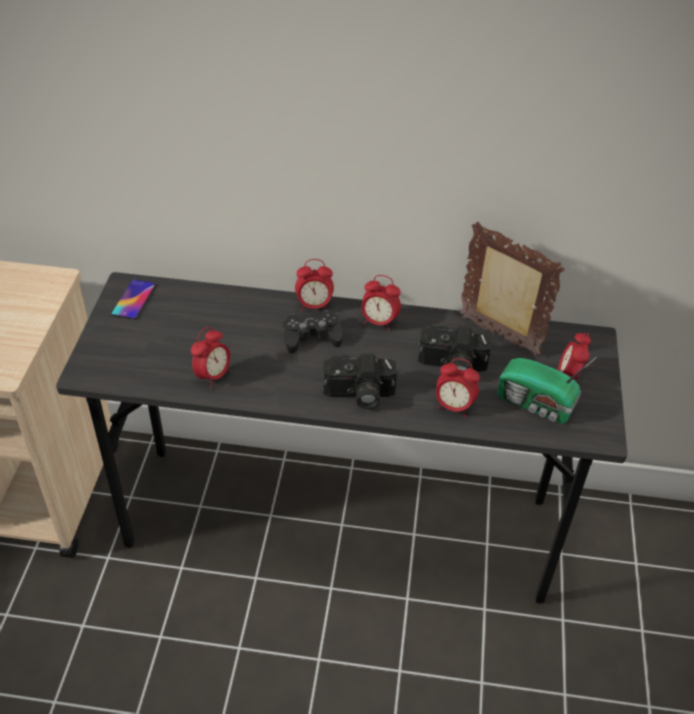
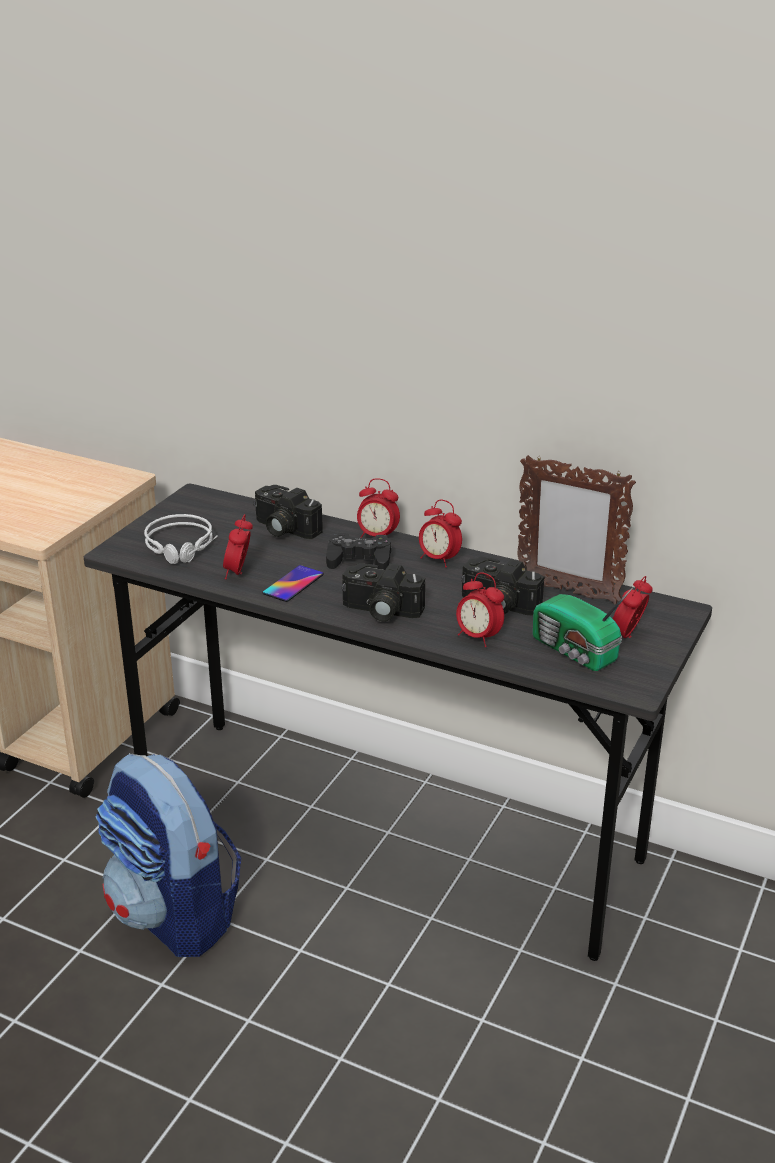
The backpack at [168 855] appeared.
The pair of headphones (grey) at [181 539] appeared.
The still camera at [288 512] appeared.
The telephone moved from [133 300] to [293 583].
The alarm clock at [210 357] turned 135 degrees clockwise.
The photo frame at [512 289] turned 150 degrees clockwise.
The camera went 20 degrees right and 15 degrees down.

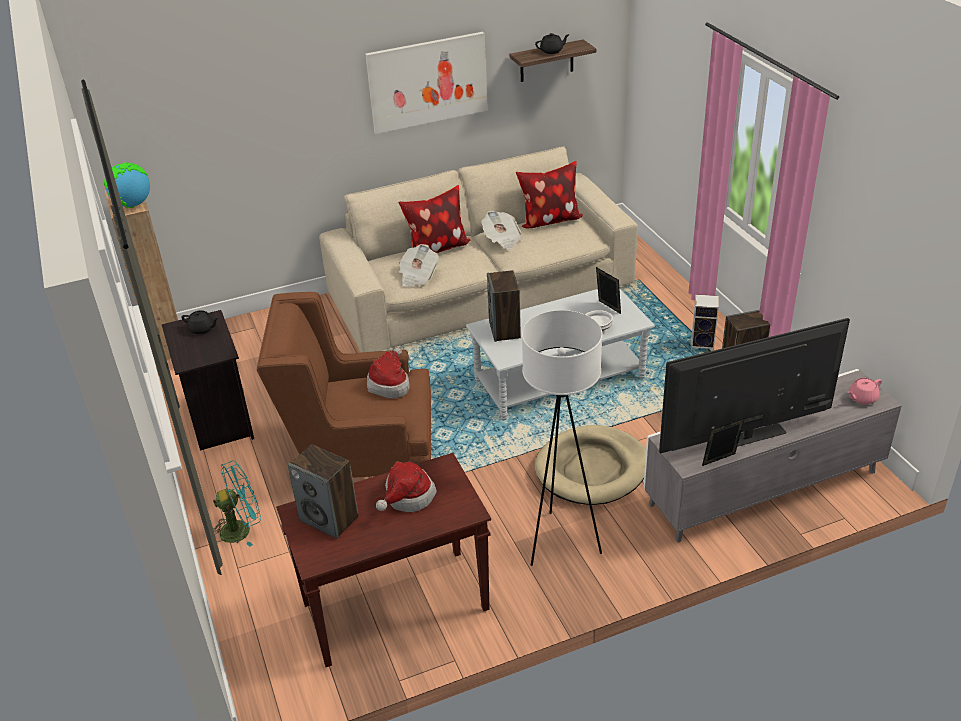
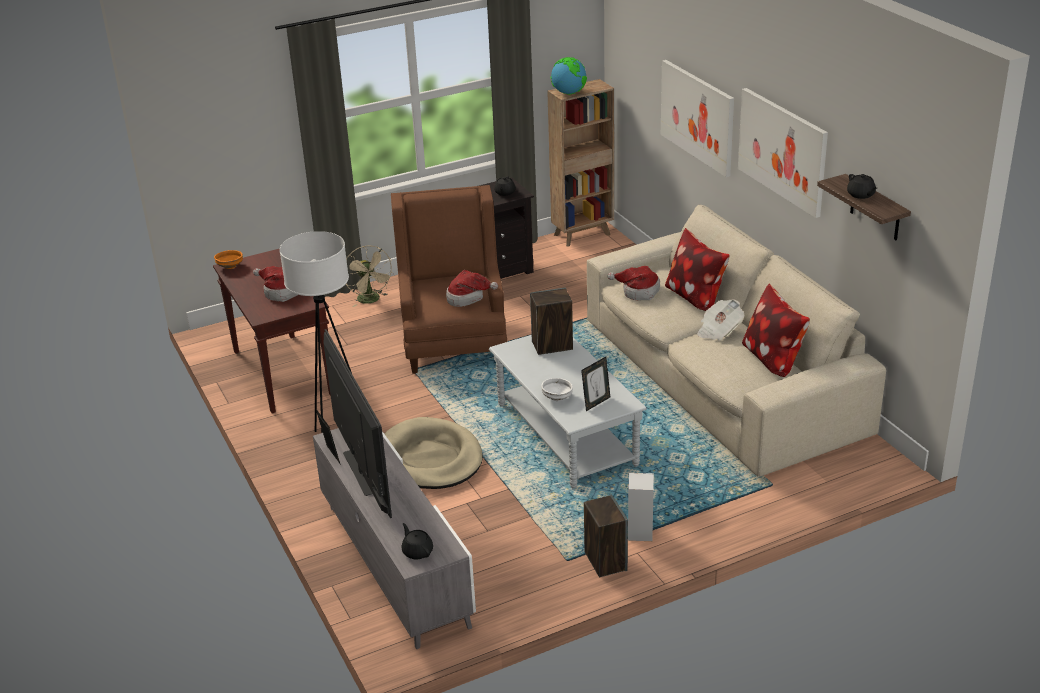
The loudspeaker at [323 491] disappeared.
The bowl (orange) at [228 259] appeared.
The wall picture at [697 118] appeared.
The newspaper at [419 265] was replaced by the wearable hat at [634 283].
The fan (turquoise) at [237 503] became the fan (beige) at [370 276].
The tea pot (pinkish) at [864 391] became the tea pot (blackish) at [417 541].
The camera went 85 degrees right and 5 degrees down.

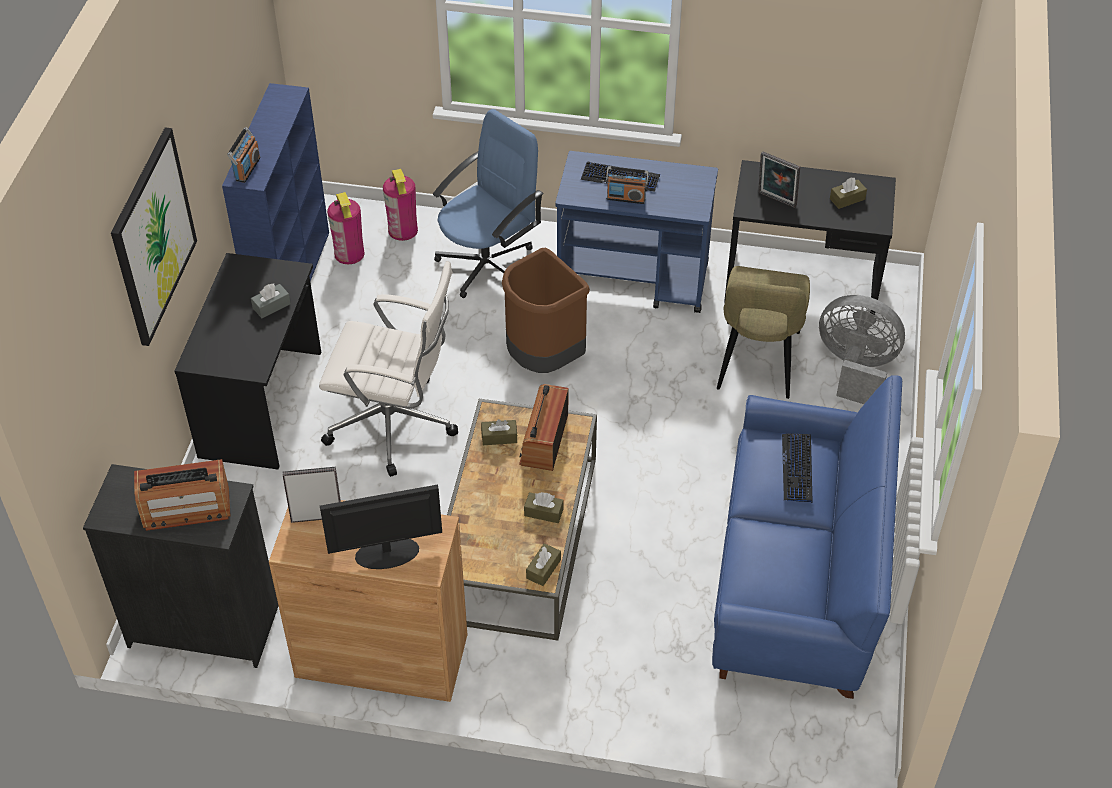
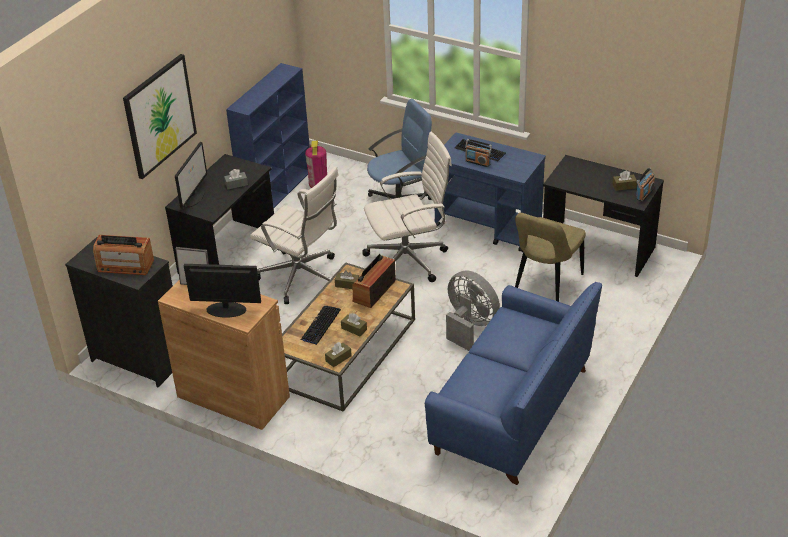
The fire-fighting cylinder at [400 205] disappeared.
The photo frame at [779 179] disappeared.
The computer screen at [191 175] appeared.
The radio receiver moved from [244 155] to [645 185].
The PC keyboard moved from [797 468] to [321 325].
The fan (grey) moved from [862 349] to [473 310].
The trash can (brownish) at [546 310] was replaced by the computer chair (whitish) at [407 207].
The camera went 20 degrees right and 10 degrees down.

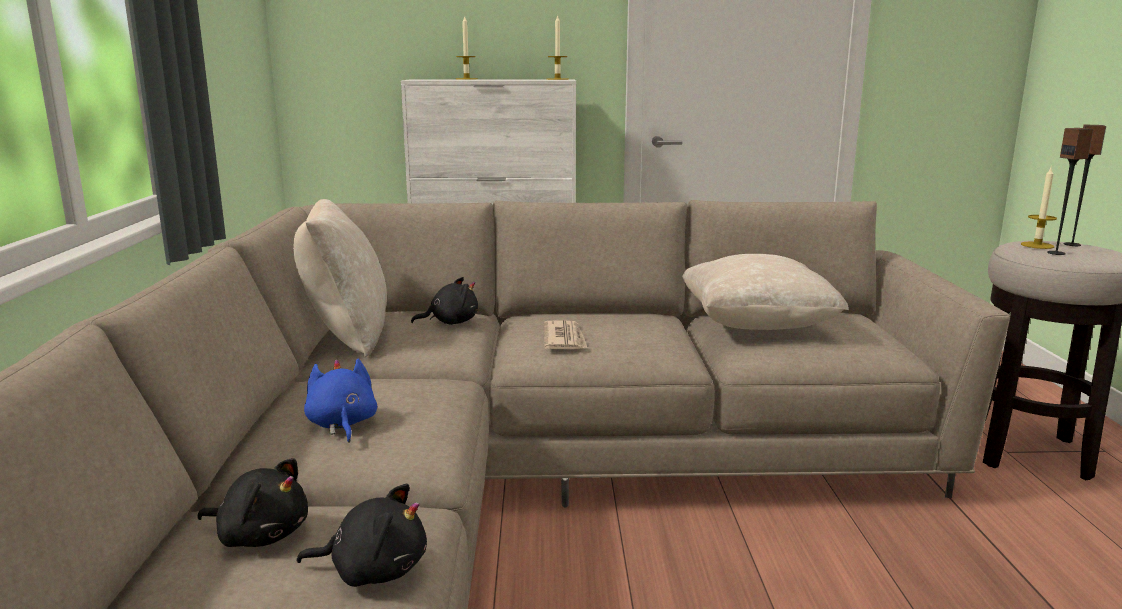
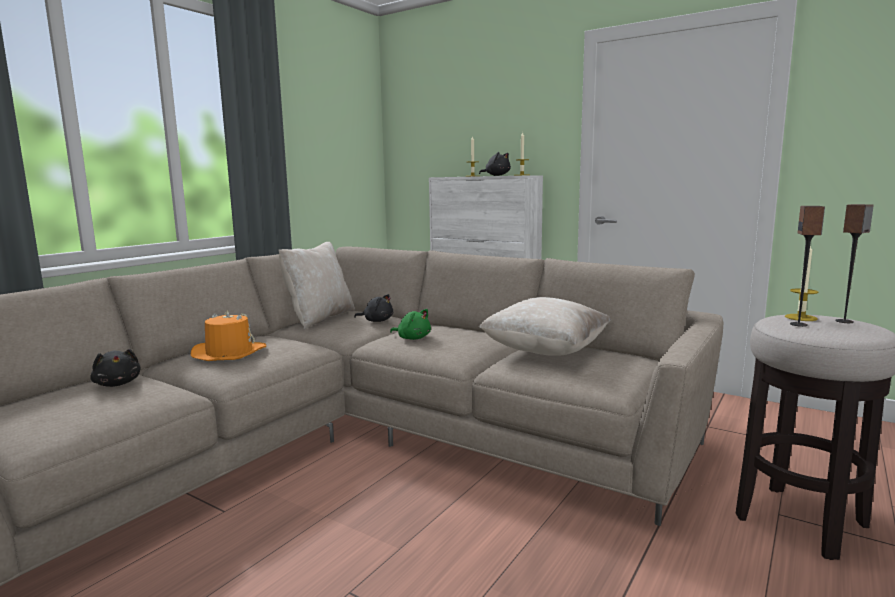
The plush toy (blackish) moved from [362 535] to [495 164].
The plush toy (bluish) at [340 401] was replaced by the wearable hat (orange) at [228 335].
The newspaper at [565 334] was replaced by the plush toy (greenish) at [410 324].
The camera went 35 degrees right and 5 degrees down.

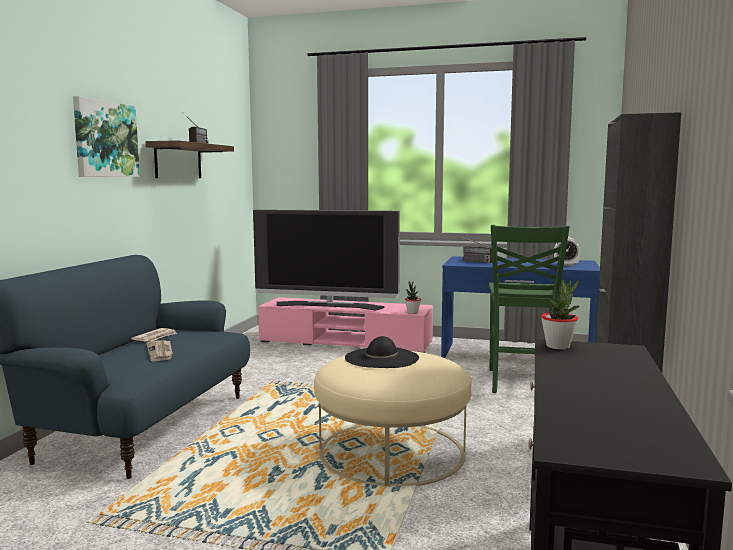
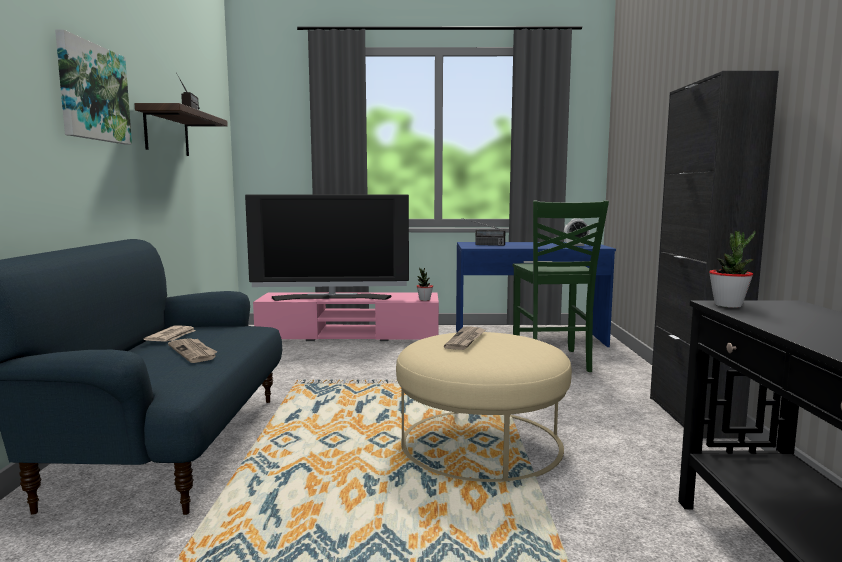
The wearable hat (blackish) at [382 352] was replaced by the newspaper at [464 338].
The camera went 15 degrees left and 0 degrees up.

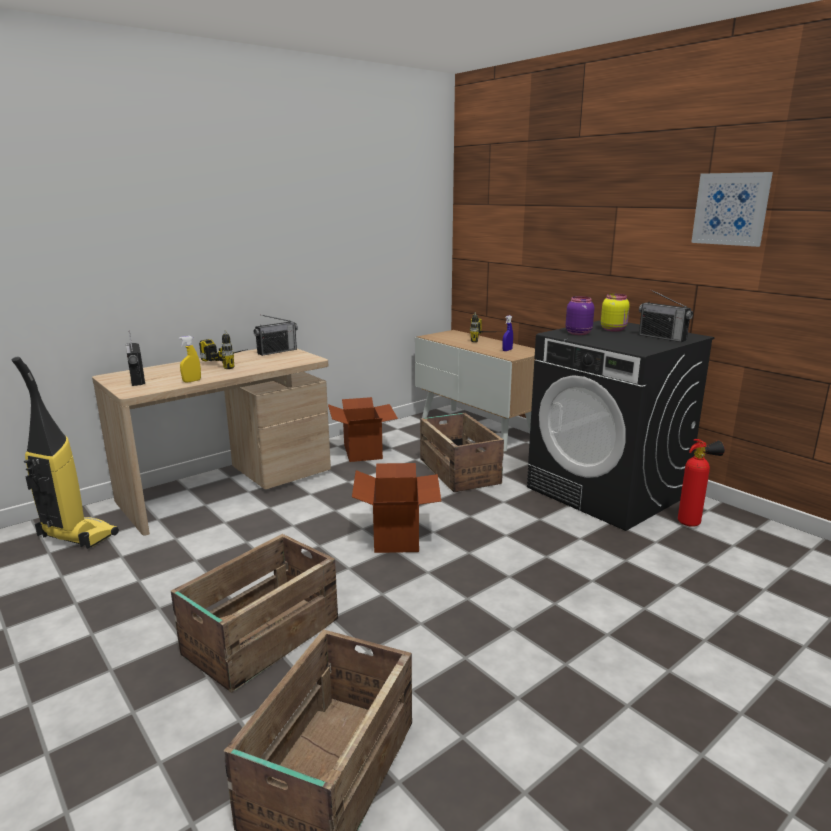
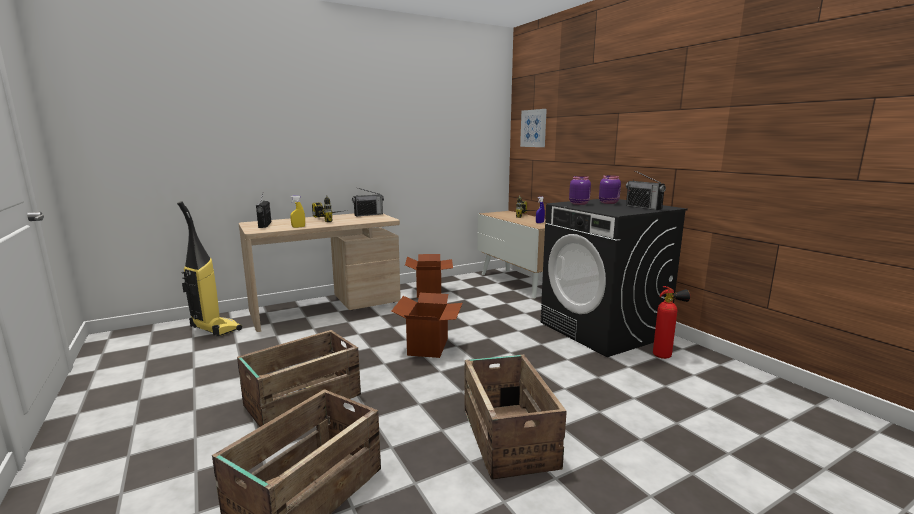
The packing crate moved from [462 452] to [515 417].
The wall picture moved from [732 209] to [533 128].
The jar (yellow) at [615 313] became the jar (purple-coloured) at [610 189].
The camera went 10 degrees right and 5 degrees down.

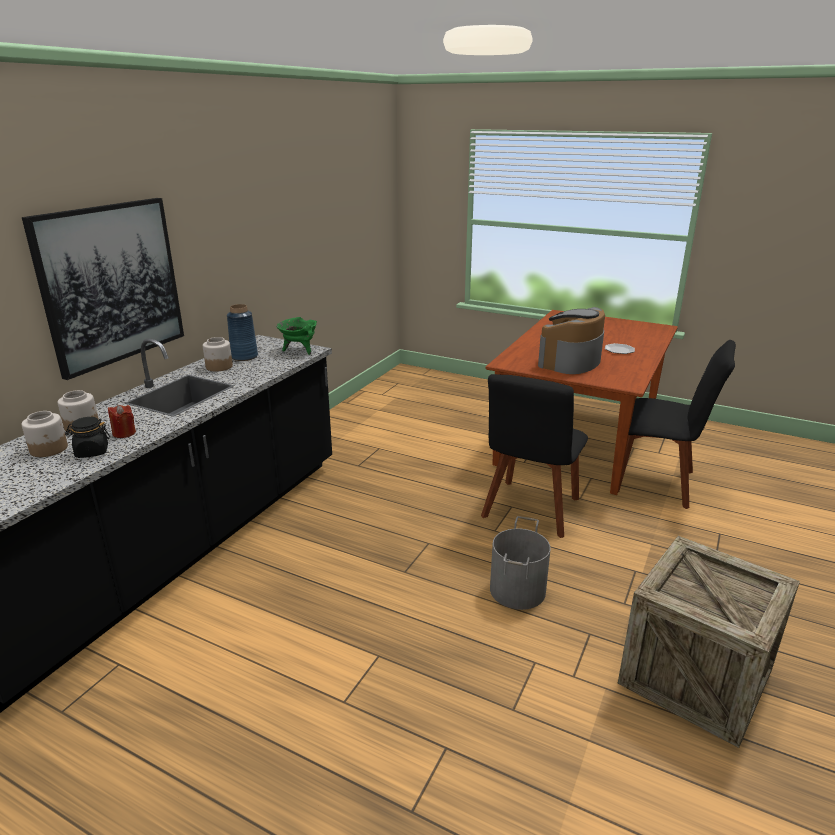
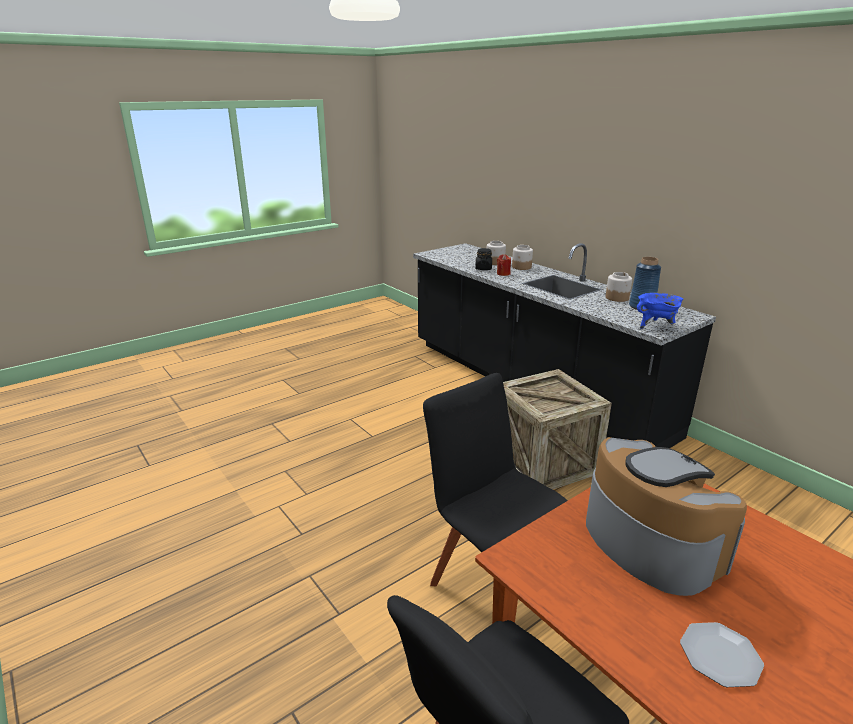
The wall picture at [103 289] disappeared.
The water bucket (grey) at [520 563] disappeared.
The packing crate moved from [709 642] to [557 429].
The cooking pot (greenish) at [296 336] became the cooking pot (bluish) at [660 311].
The camera went 115 degrees right and 0 degrees up.

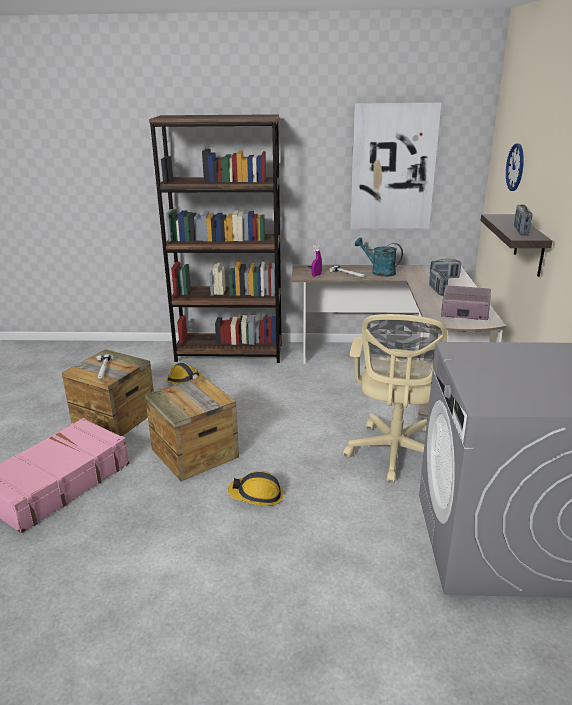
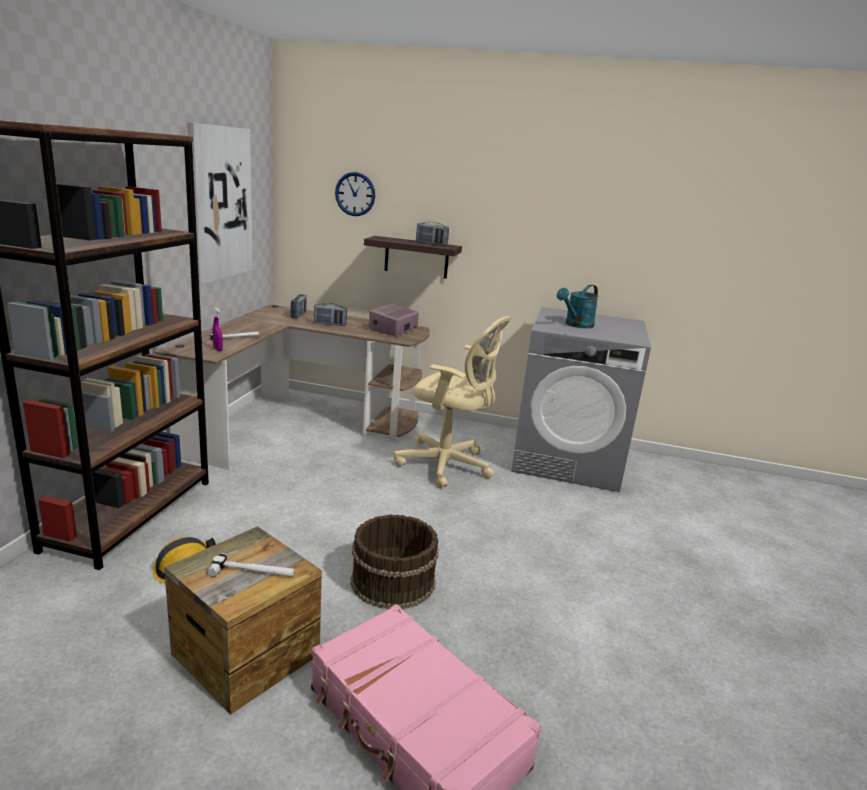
The hard hat at [255 488] disappeared.
The watering can (turquoise) moved from [379 257] to [578 306].
The packing crate at [192 428] was replaced by the water bucket (brownish) at [395 561].
The camera went 80 degrees left and 5 degrees down.

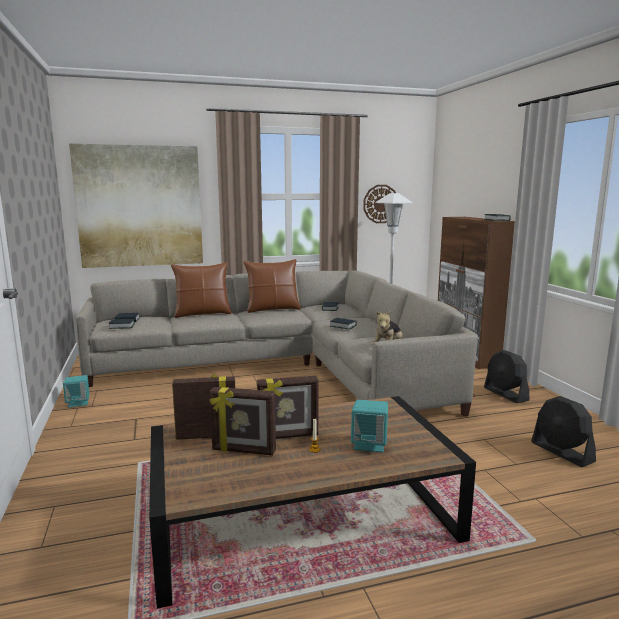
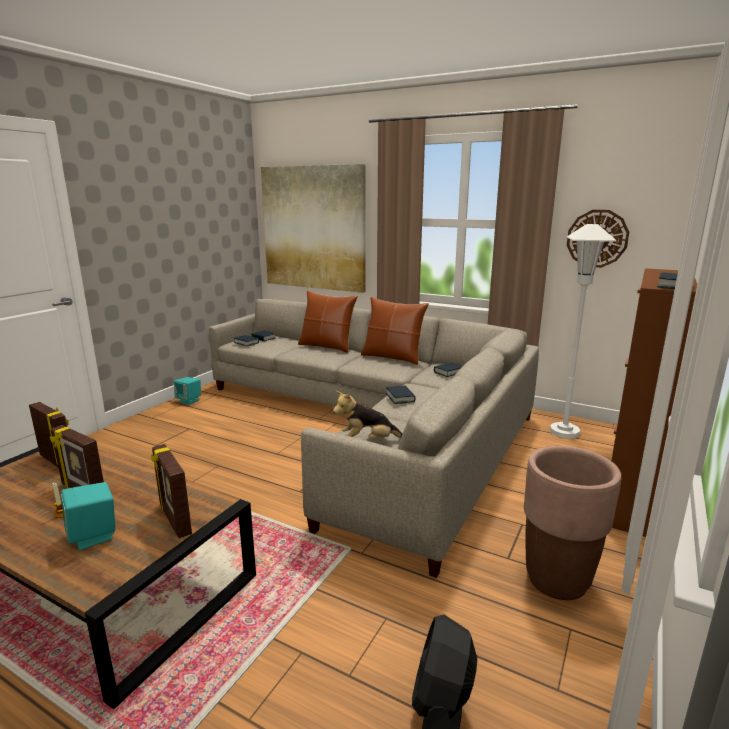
The photo frame moved from [242 421] to [171 491].
The fan (blackish) at [507 376] was replaced by the plant pot (brownish) at [572 523].
The camera went 45 degrees right and 5 degrees up.

